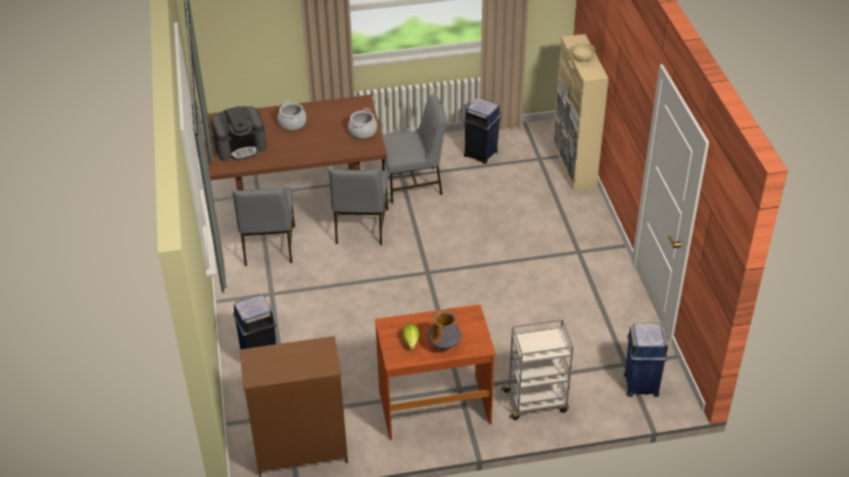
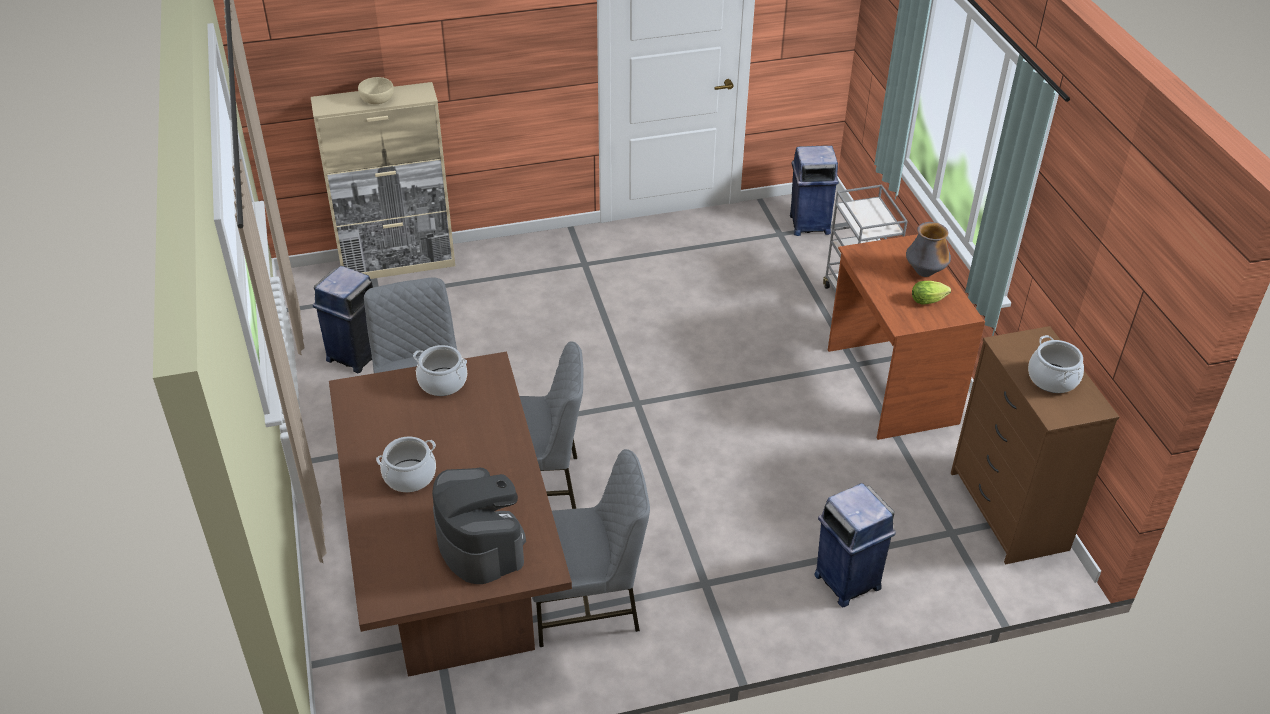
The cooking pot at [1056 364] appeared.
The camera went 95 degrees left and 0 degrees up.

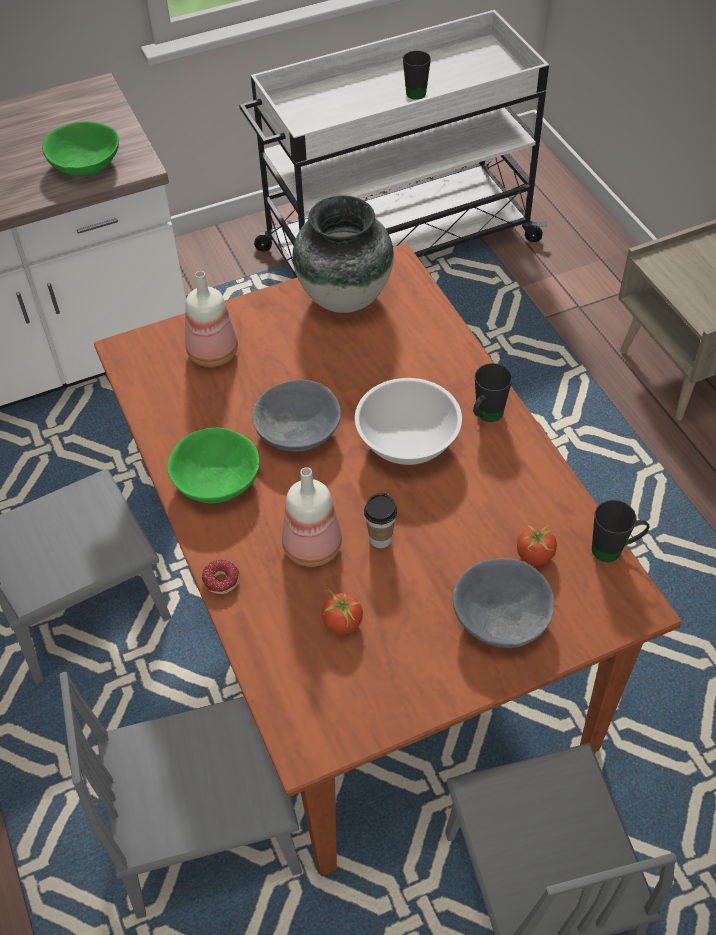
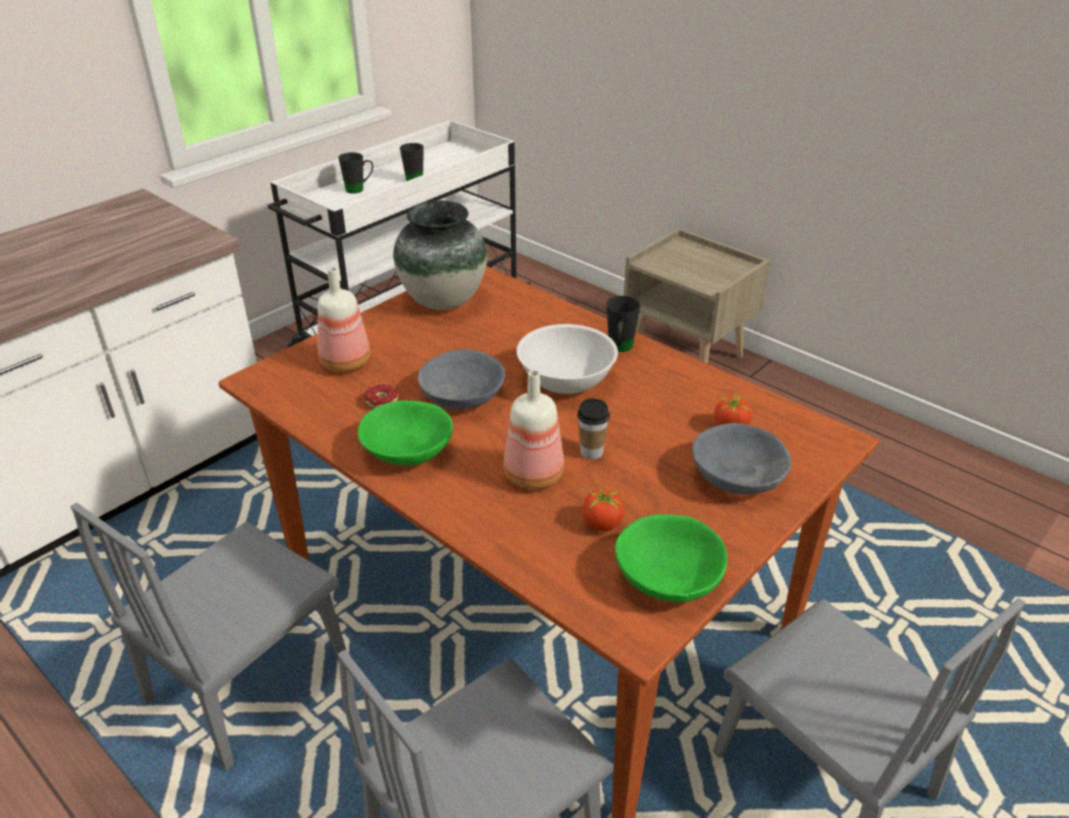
The bowl (greenish) moved from [80 148] to [671 558].
The doughnut moved from [220 577] to [381 396].
The mug (blackish) moved from [620 531] to [355 173].
The camera went 25 degrees left and 15 degrees down.

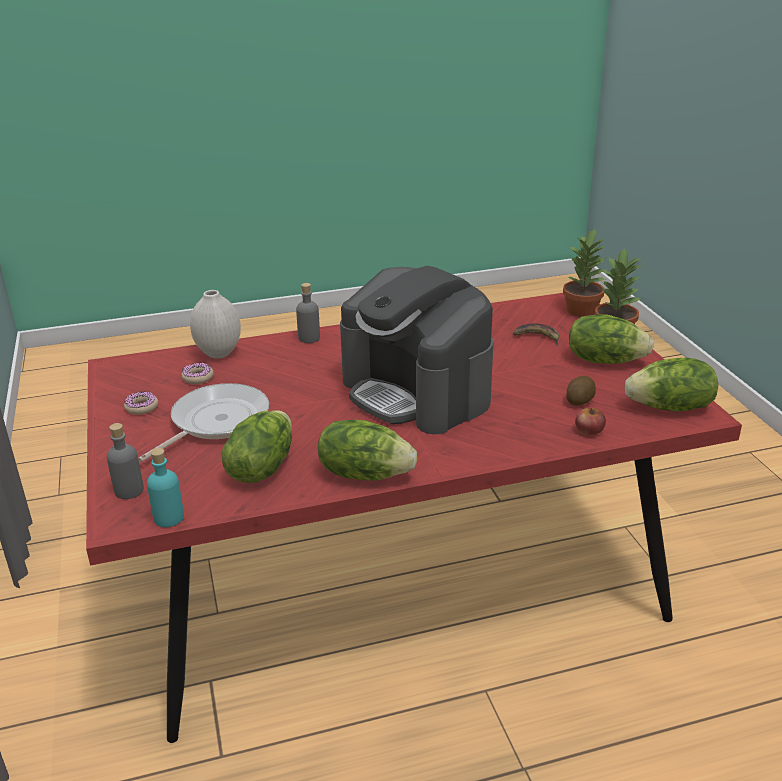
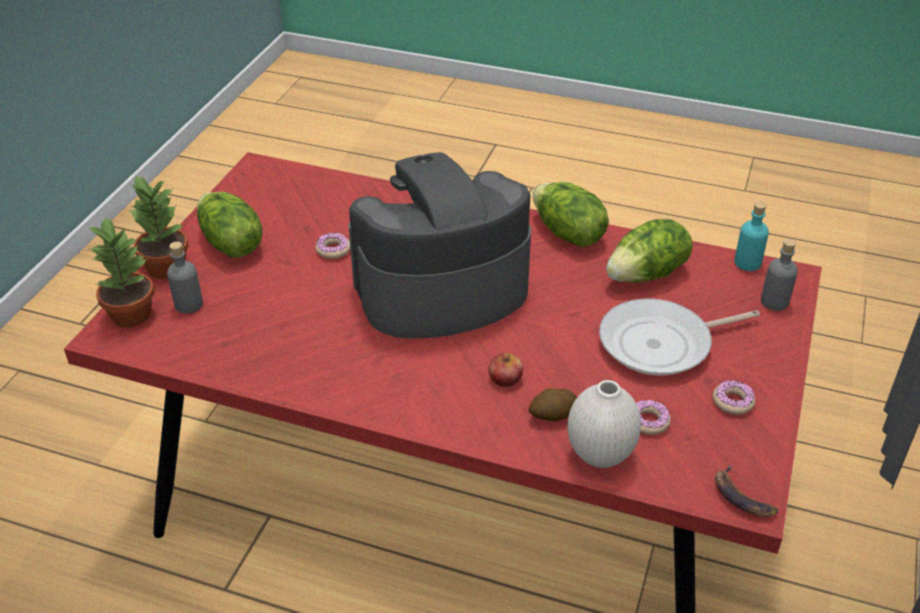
The lettuce at [671 385] disappeared.
The doughnut at [332 245] appeared.
The drink bottle (grey) moved from [308 313] to [185 277].
The whole banana moved from [536 334] to [746 491].
The potato moved from [581 390] to [553 404].
The apple fruit moved from [590 421] to [506 370].
The coffee maker at [417 350] turned 105 degrees counterclockwise.
The camera went 145 degrees left and 10 degrees up.

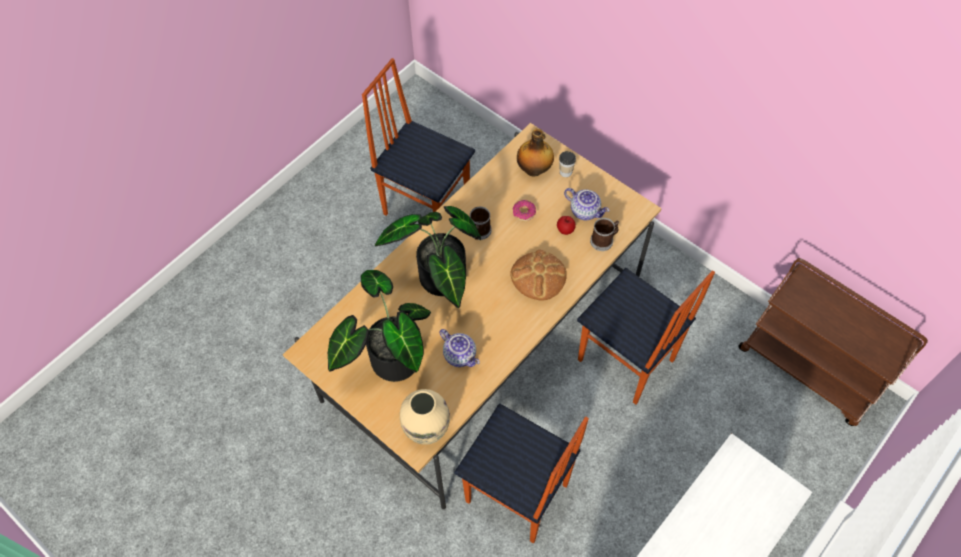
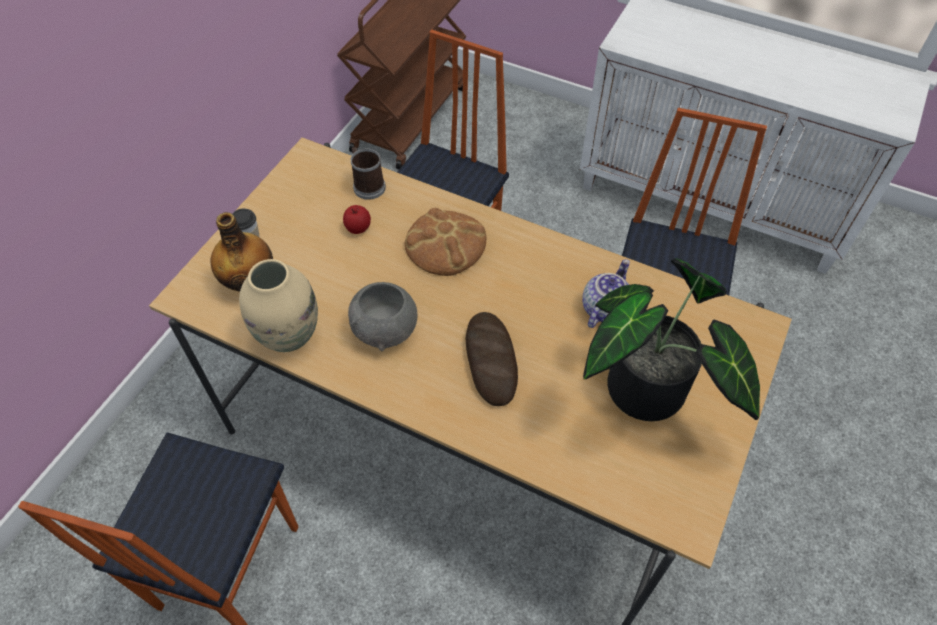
The doughnut at [524 210] disappeared.
The tea pot at [587 204] disappeared.
The vase (beige) moved from [425 417] to [278 305].
The plant in a pot at [428 257] was replaced by the baked bread at [492 359].
The mug at [481 223] was replaced by the bowl (grey) at [382 316].
The camera went 105 degrees left and 5 degrees down.

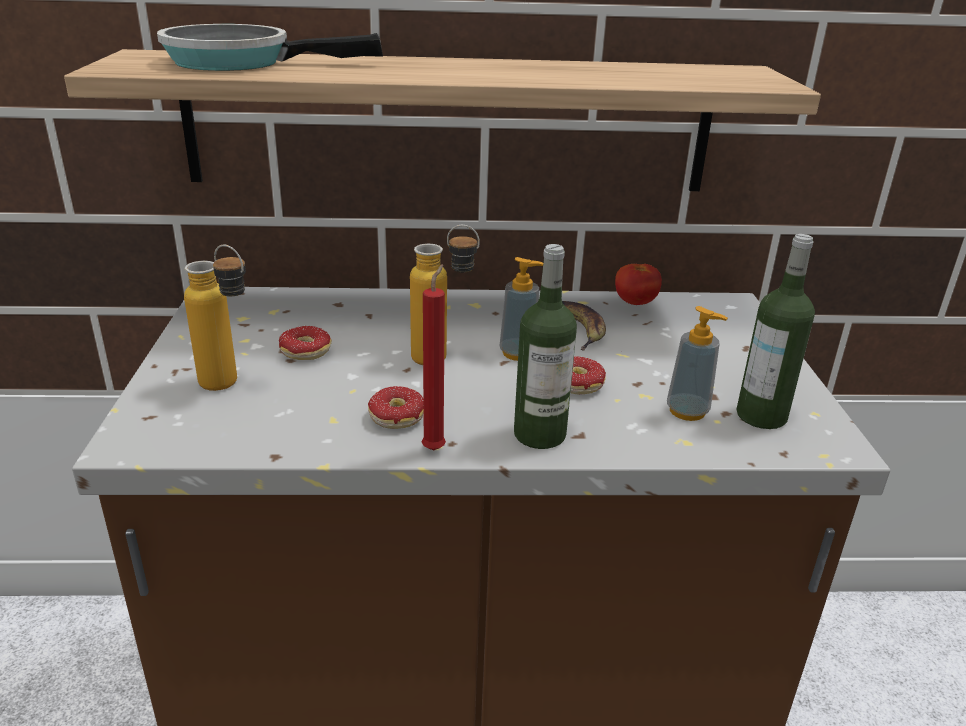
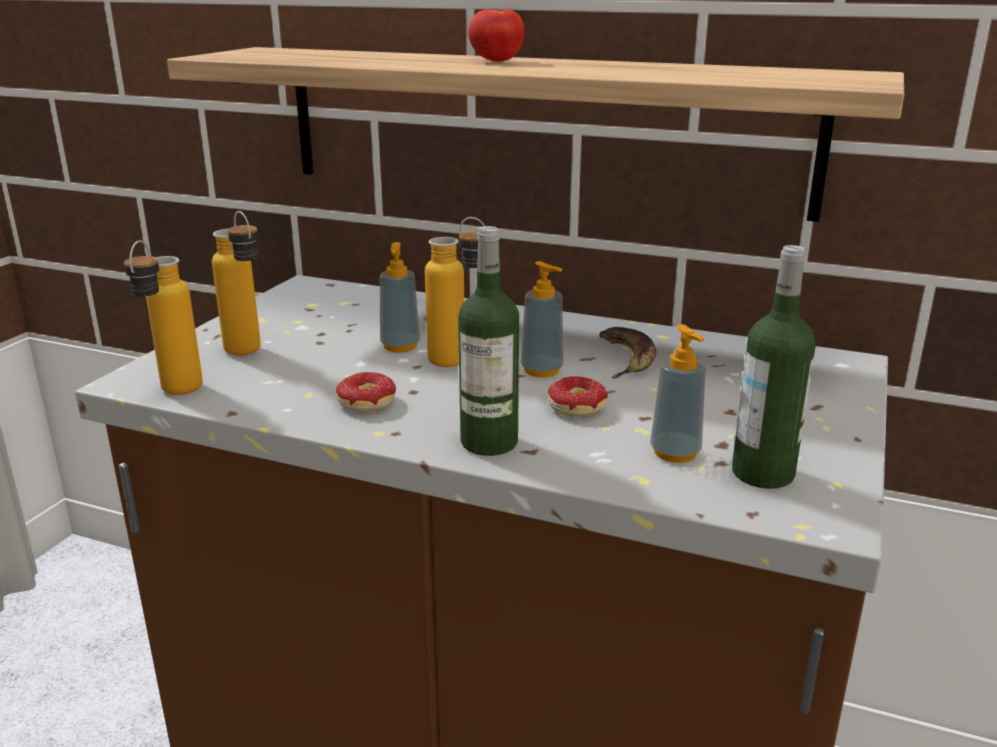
The pan at [270 47] disappeared.
The doughnut at [305 343] disappeared.
The wax light (red-coloured) at [434 357] disappeared.
The drink bottle at [163 317] appeared.
The soap bottle at [400 297] appeared.
The tomato moved from [638 284] to [496 35].
The camera went 25 degrees right and 5 degrees down.

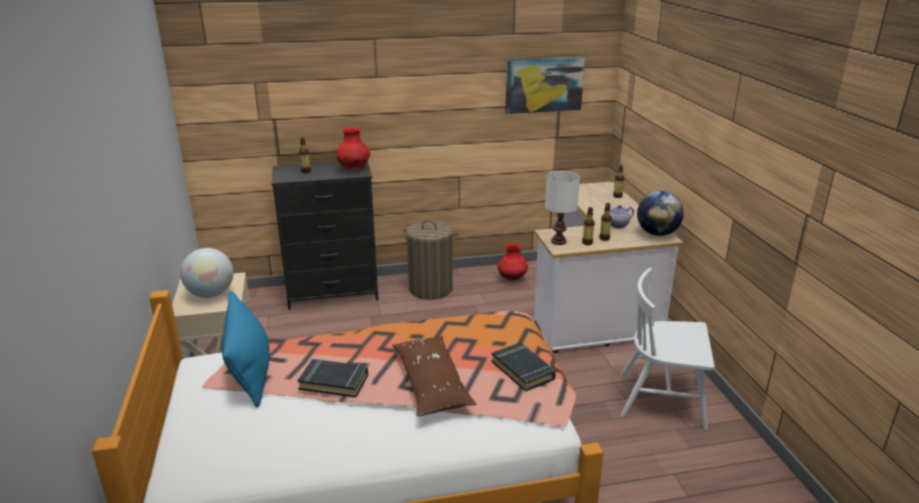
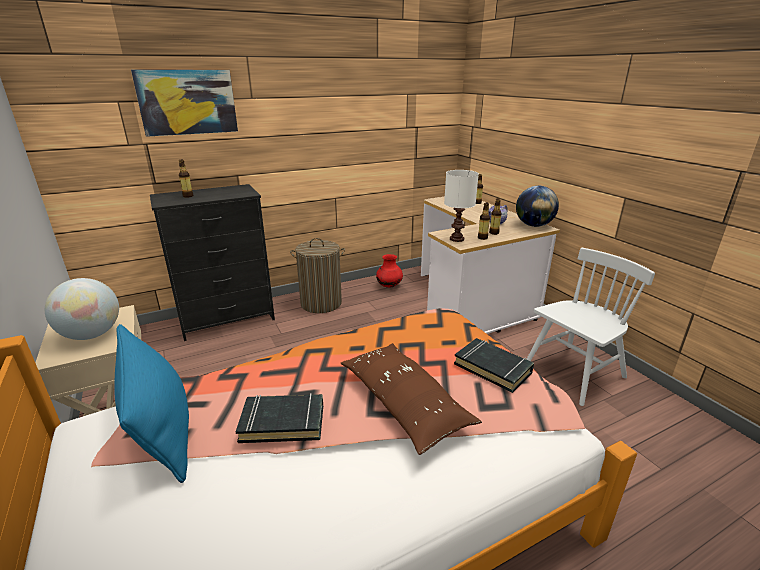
The vase (red-coloured) at [353 148] disappeared.
The wall picture moved from [545 85] to [184 103].
The chair (whitish) at [667 348] turned 150 degrees clockwise.
The camera went 15 degrees left and 0 degrees up.

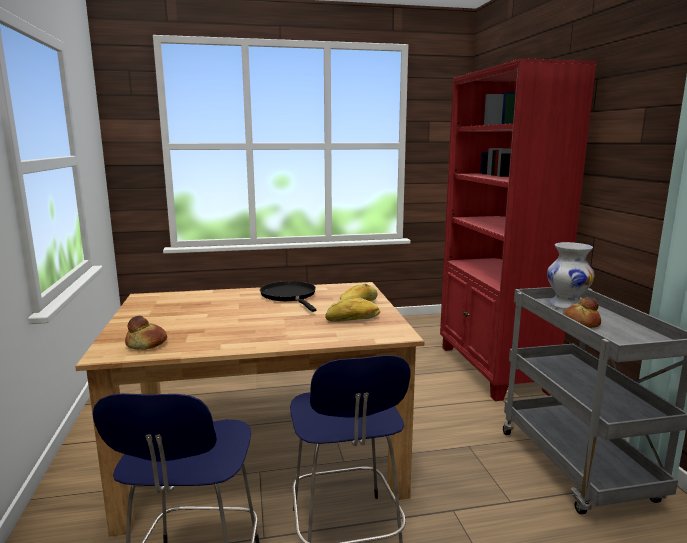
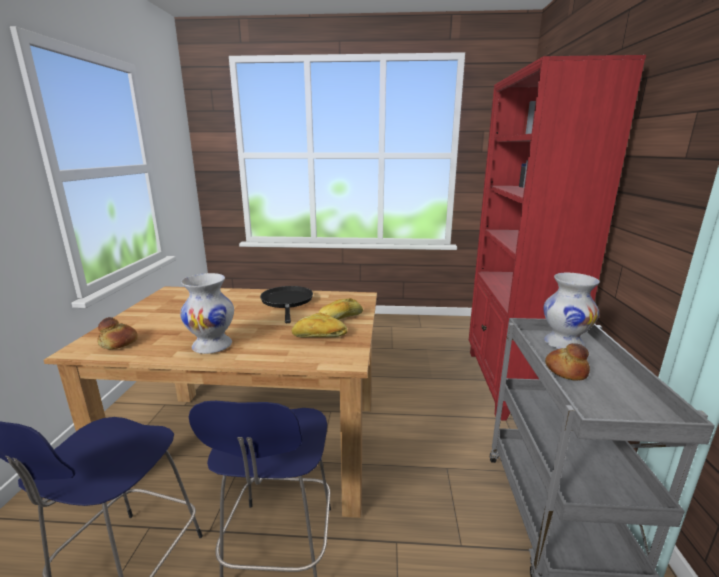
The vase (whitish) at [207 313] appeared.
The camera went 15 degrees right and 5 degrees up.

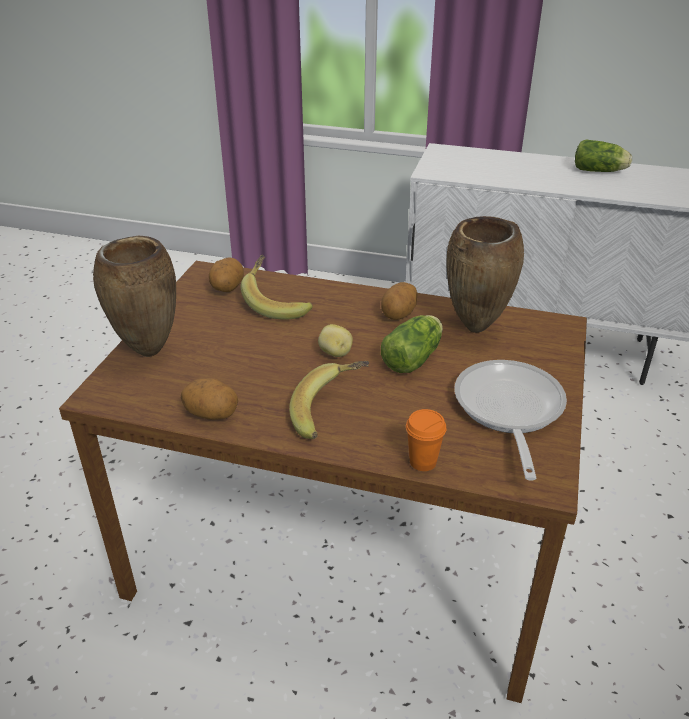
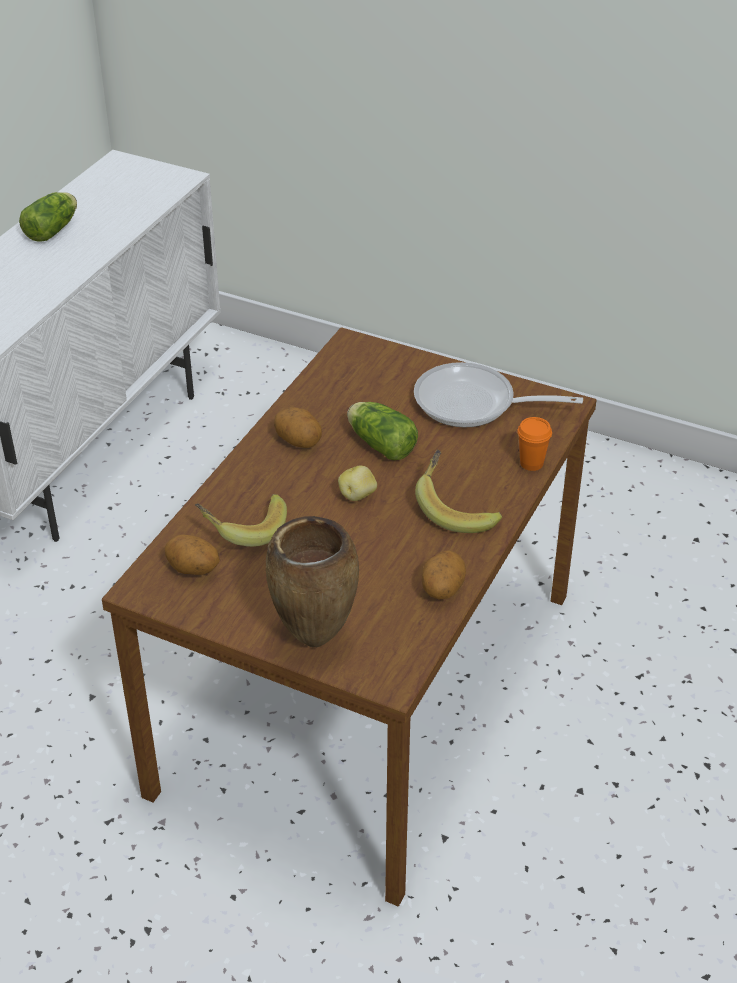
The vase (brownish) at [485 274] disappeared.
The camera went 80 degrees left and 5 degrees up.

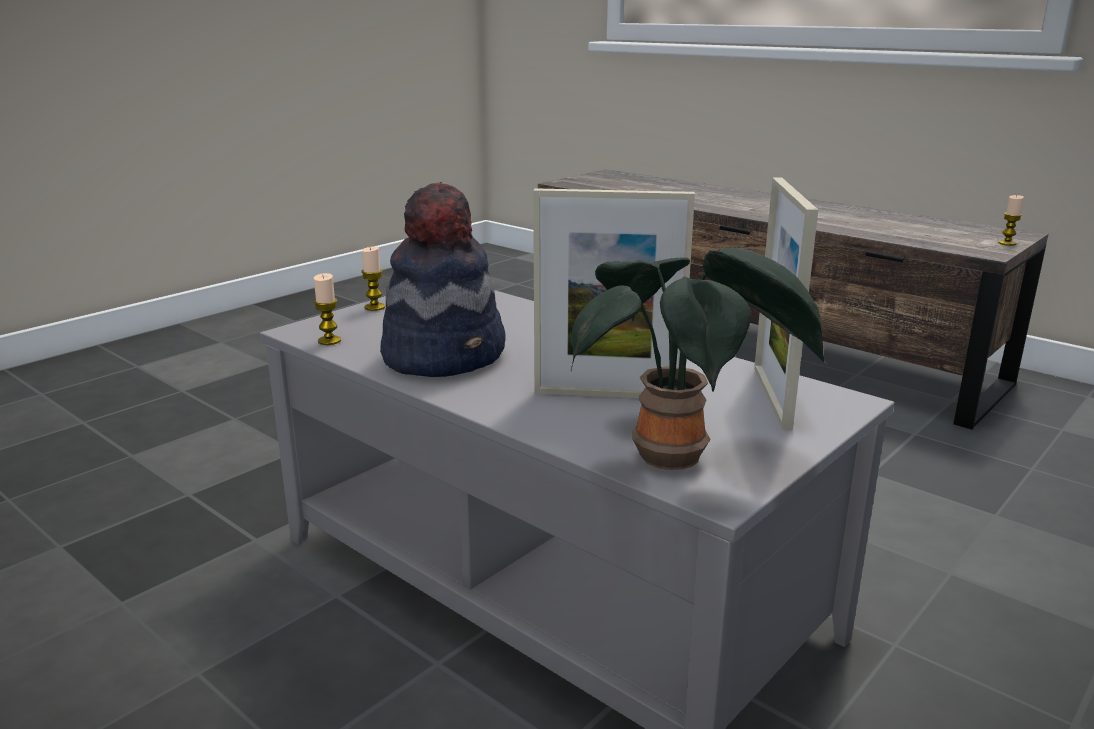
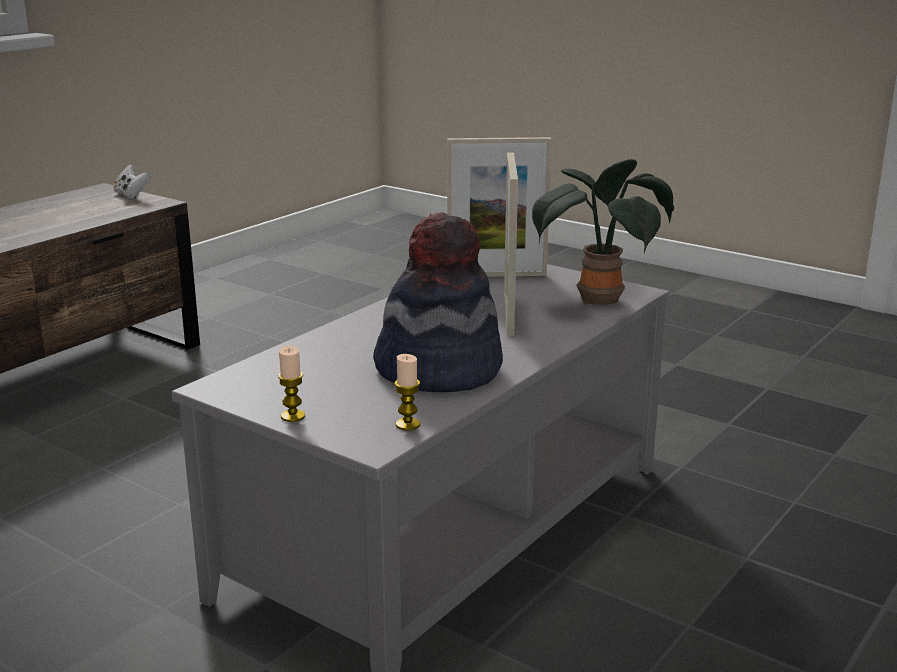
The wax light at [1011 220] was replaced by the game controller (whitish) at [132 182].
The camera went 95 degrees left and 0 degrees up.

